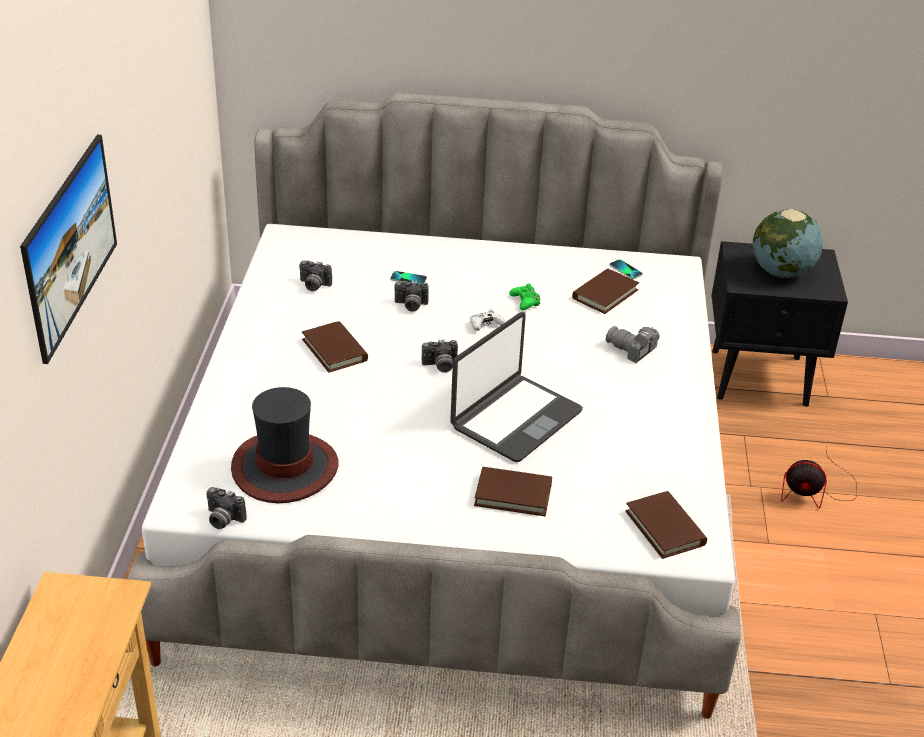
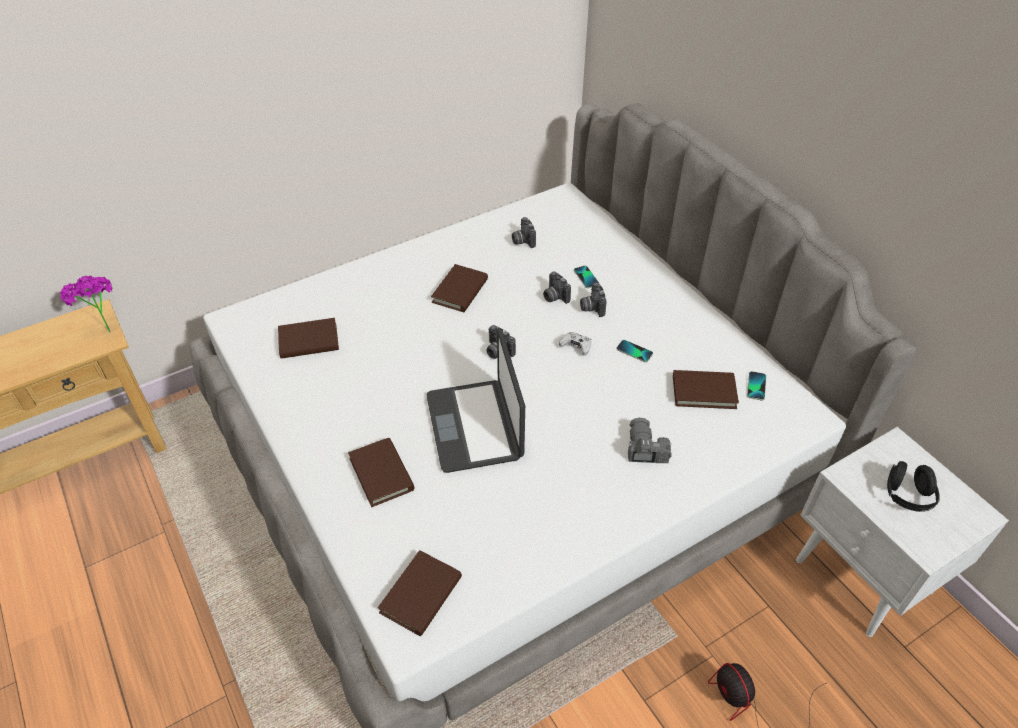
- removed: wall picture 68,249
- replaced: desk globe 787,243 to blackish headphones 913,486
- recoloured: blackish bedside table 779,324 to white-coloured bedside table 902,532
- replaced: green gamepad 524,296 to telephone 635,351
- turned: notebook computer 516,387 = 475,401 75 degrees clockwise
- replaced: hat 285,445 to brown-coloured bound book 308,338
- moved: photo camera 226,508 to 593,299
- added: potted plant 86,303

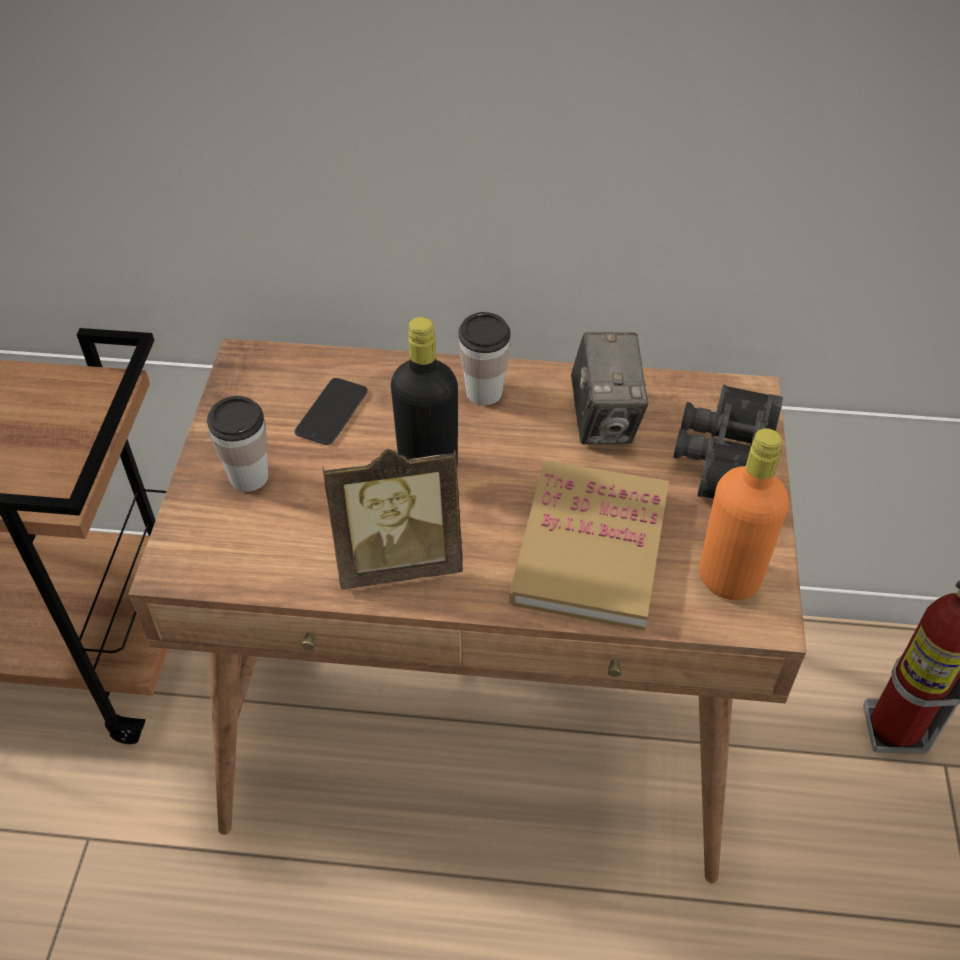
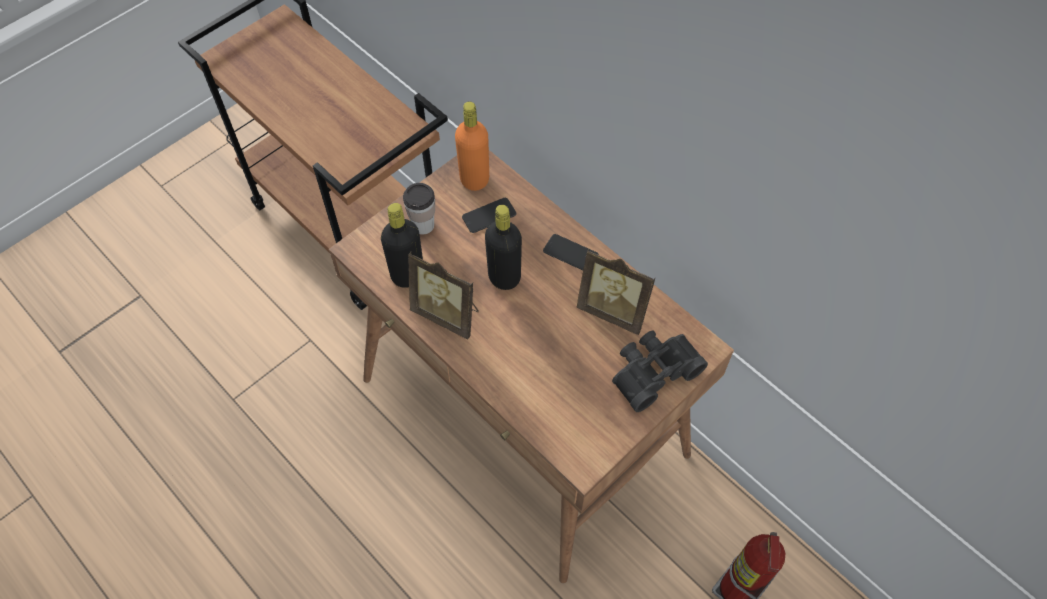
- replaced: small cup 484,358 to telephone 571,252
- replaced: photo camera 610,388 to photo frame 616,292
- moved: orange-coloured bottle 744,514 to 472,146
- removed: bound book 589,545
- added: blackish bottle 402,245

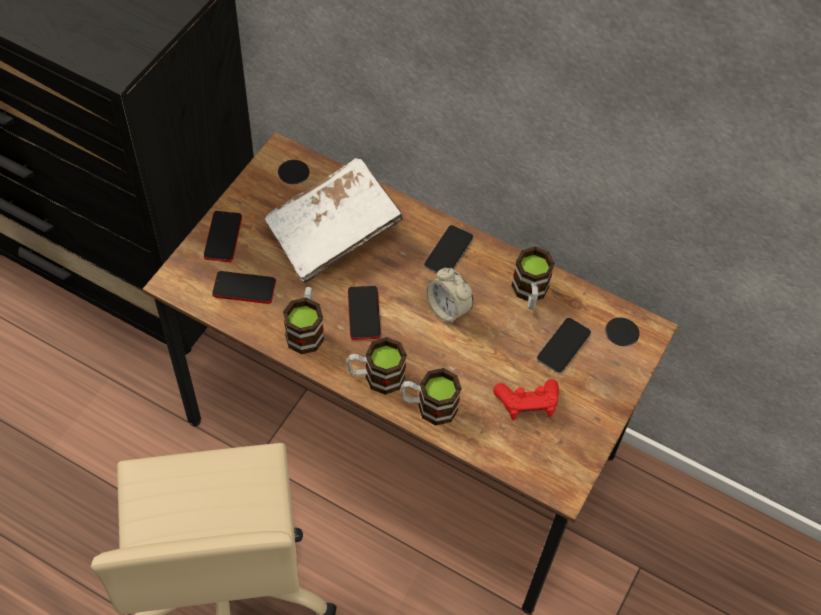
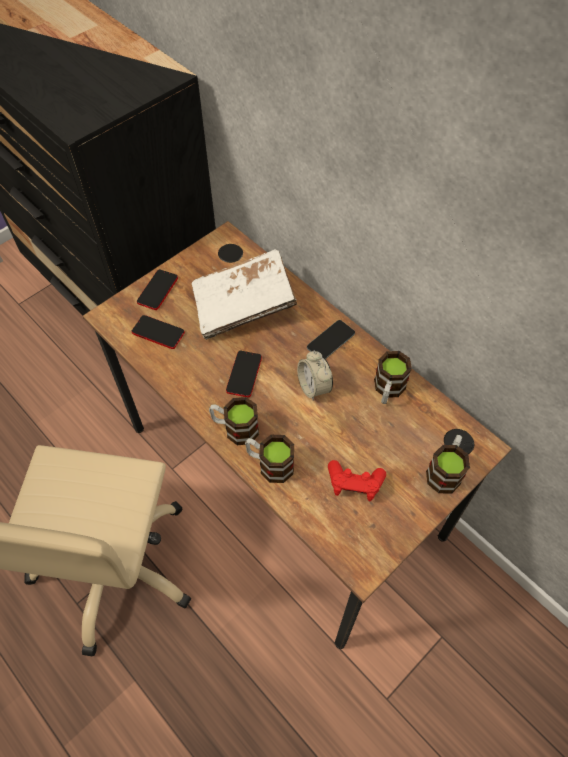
- moved: coffee mug 303,320 to 448,464
- removed: telephone 564,345

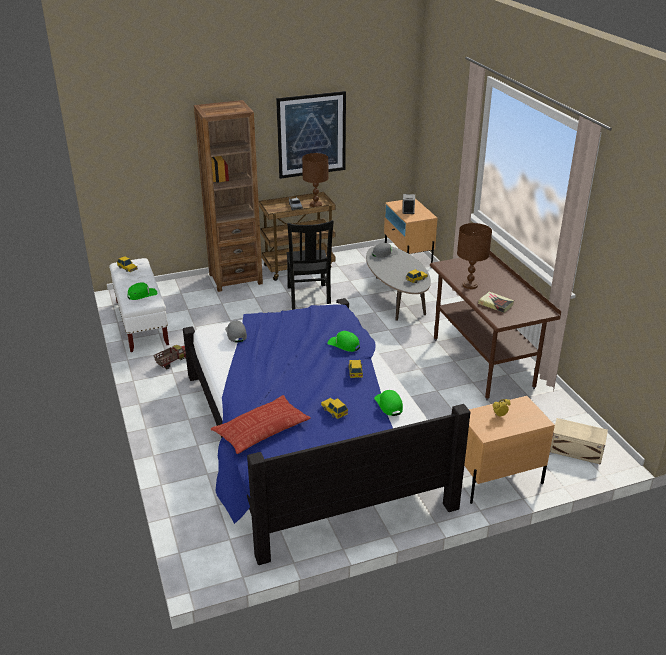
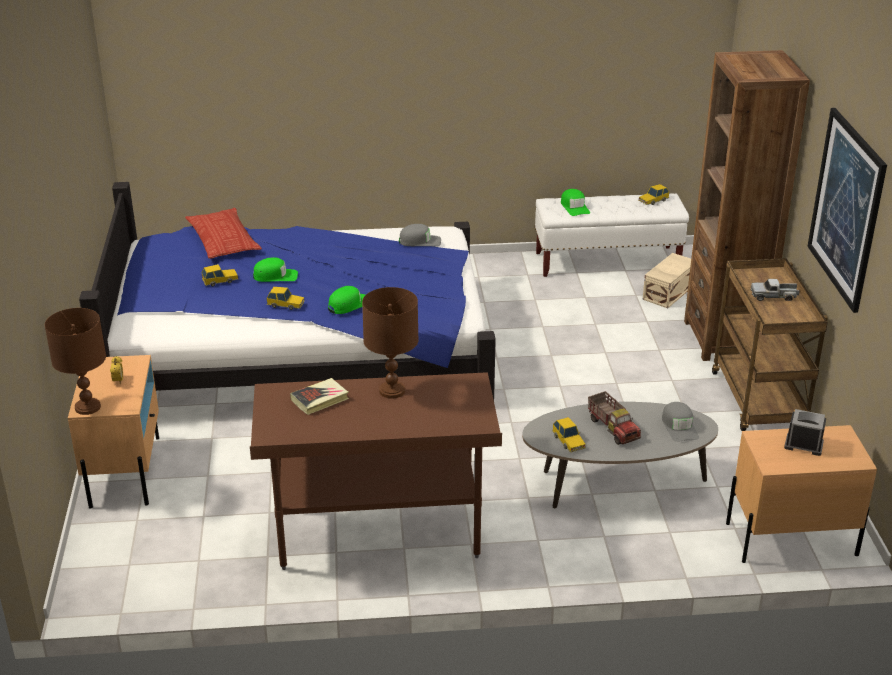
- moved: brown-coloured tabletop lamp 315,180 to 75,361
- removed: blackish upright chair 310,265
- moved: toy truck 169,357 to 614,418
- moved: green baseball cap 388,403 to 275,269
- moved: beige-coloured storage box 579,441 to 667,280

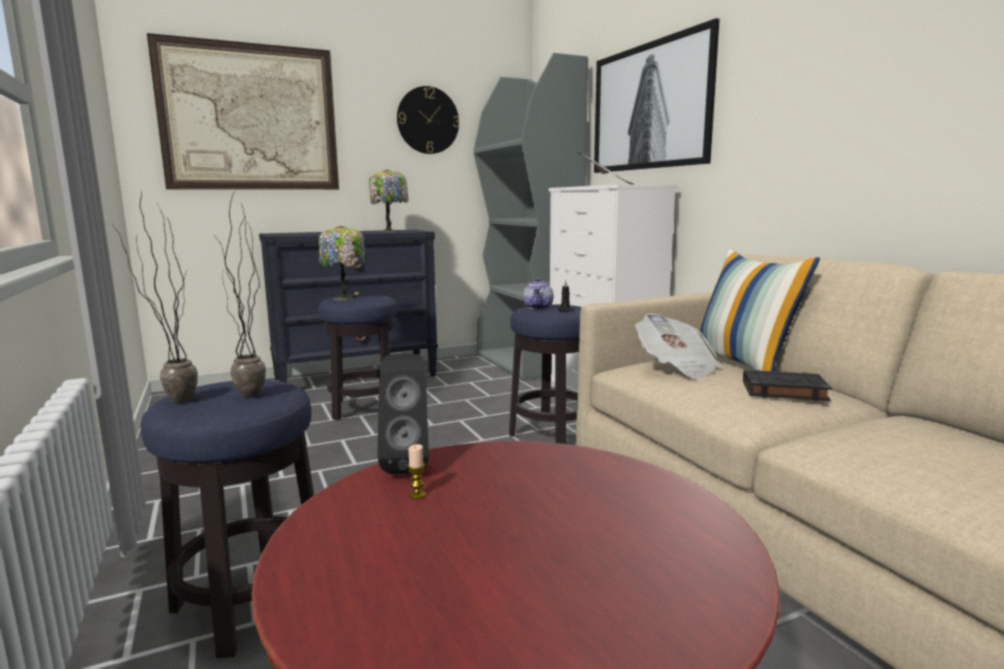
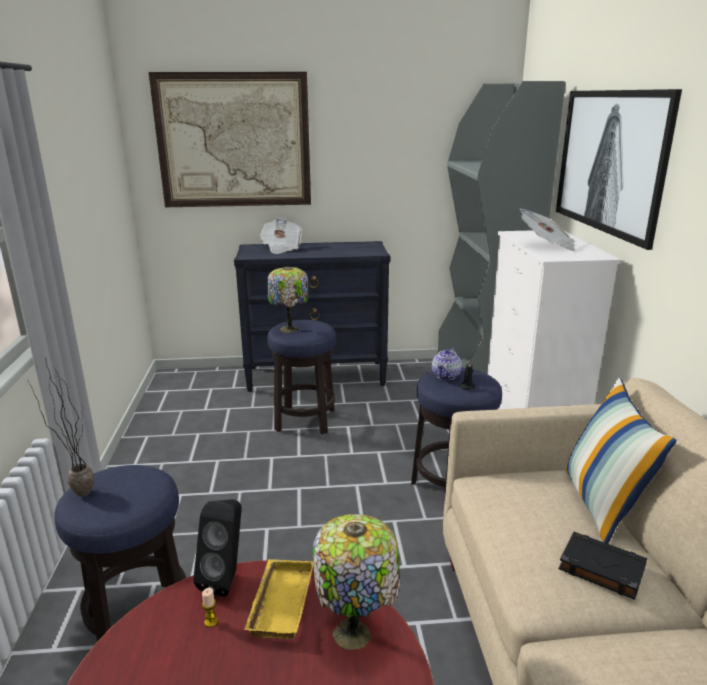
- removed: clock on the wall 428,120
- moved: tabletop lamp 389,201 to 356,582
- removed: potted plant 241,295
- moved: printed paper 678,346 to 280,236
- added: yellow carrying tray 278,599

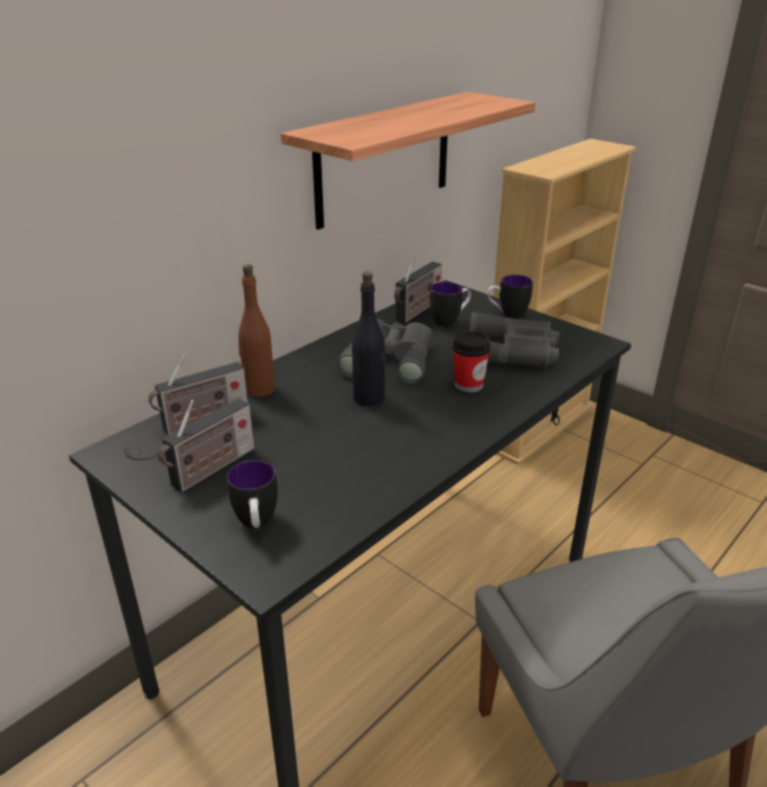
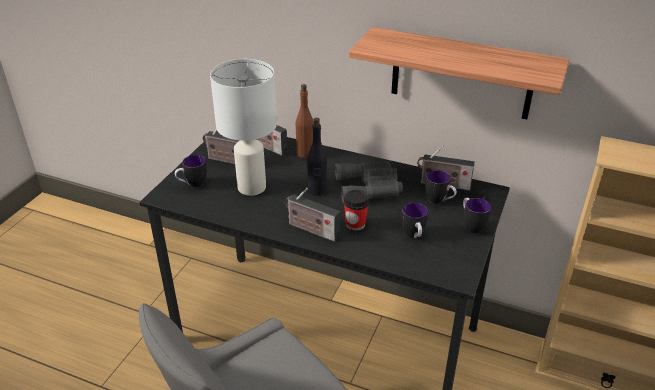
- replaced: gray binoculars 514,339 to coffee mug 414,221
- added: white-coloured tabletop lamp 243,127
- added: radio 312,215

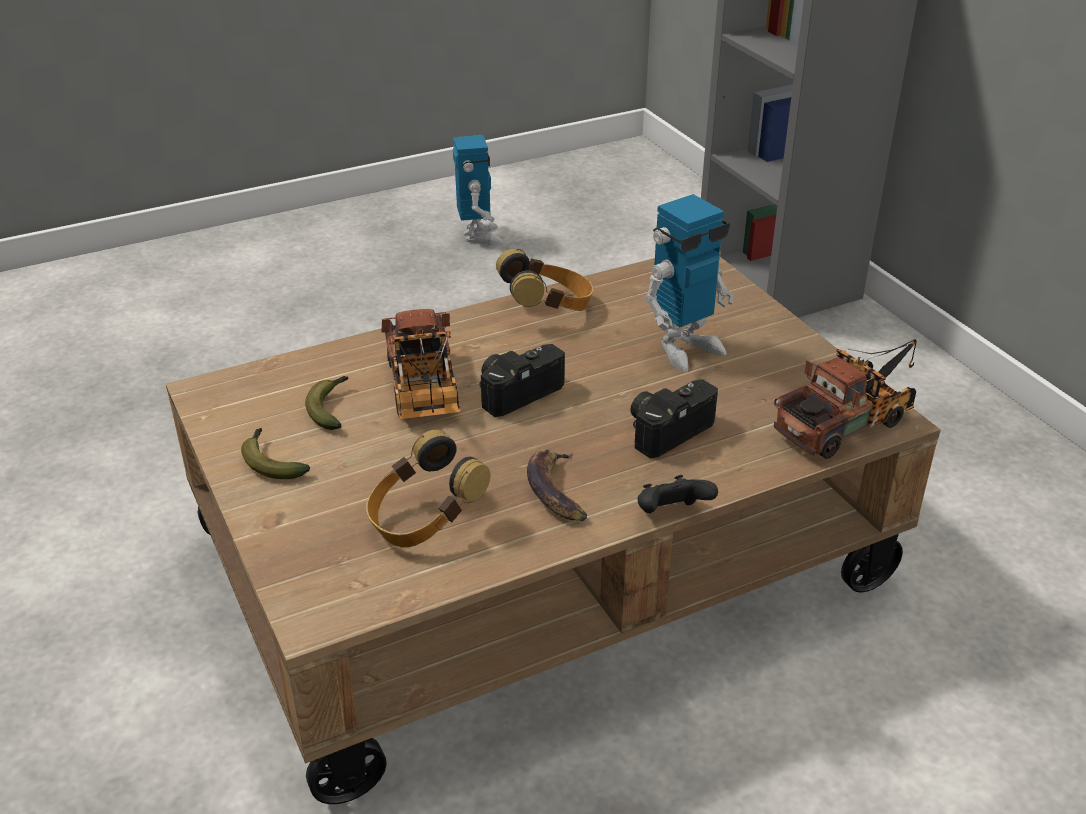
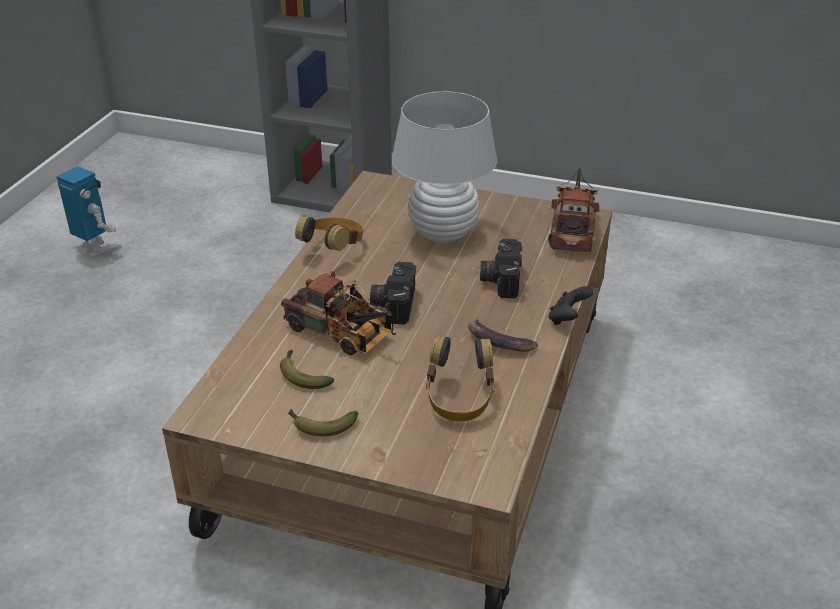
- replaced: robot figure 689,283 to white-coloured tabletop lamp 444,167

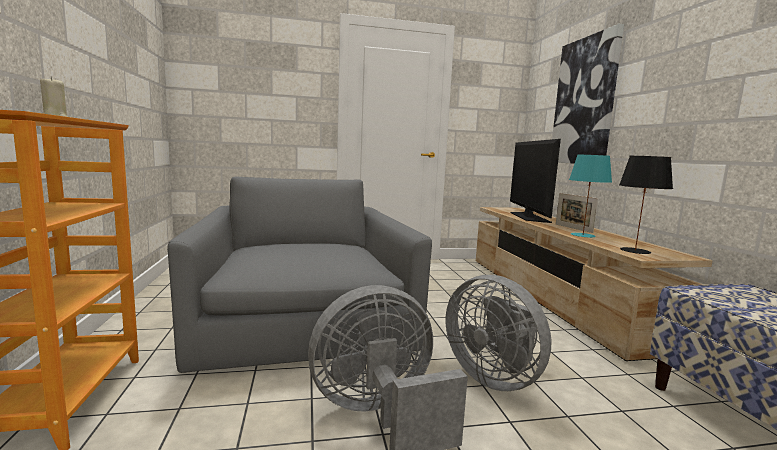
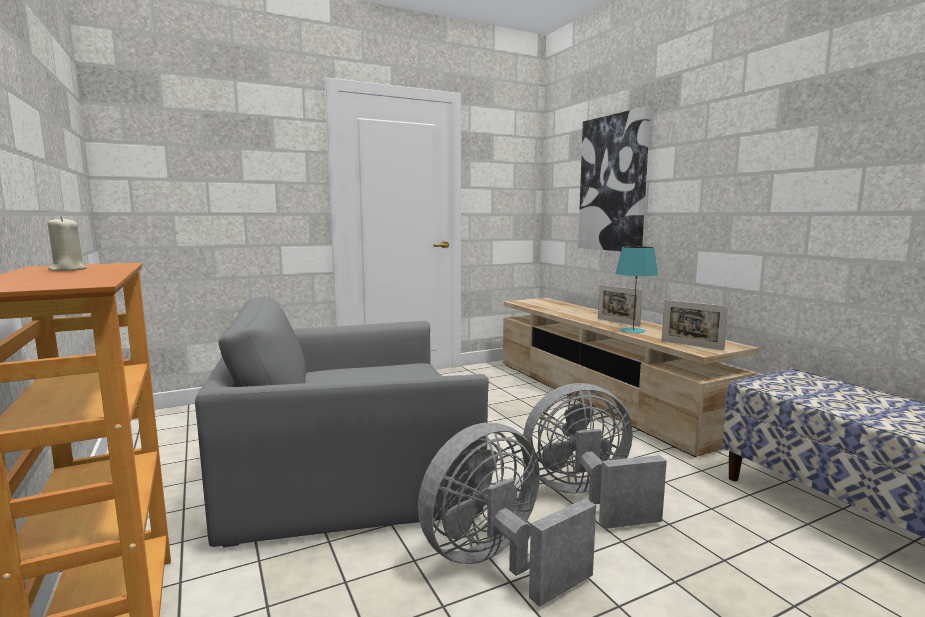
- removed: television 535,181
- replaced: blackish tabletop lamp 646,205 to photo frame 695,325
- turned: gray armchair 299,275 = 342,422 75 degrees counterclockwise
- turned: gray electric fan 499,333 = 595,456 135 degrees clockwise

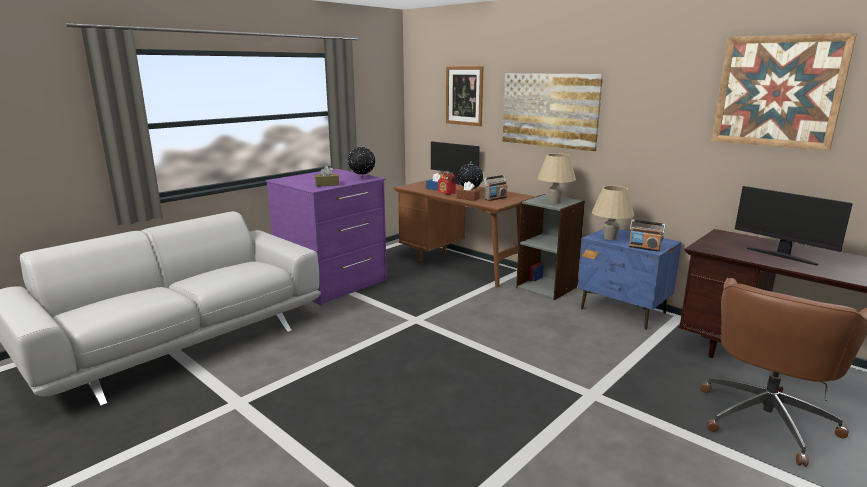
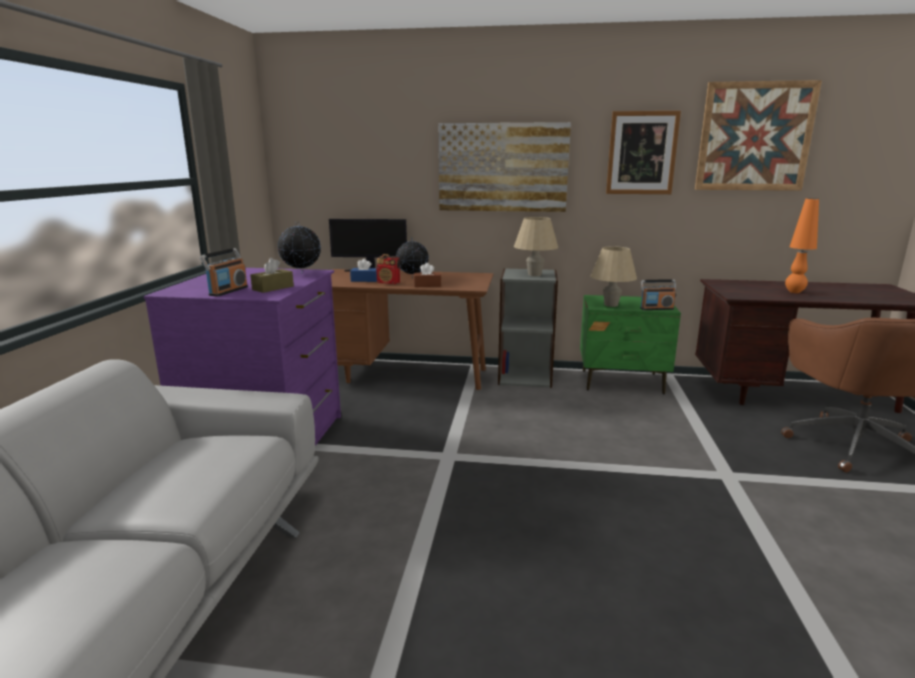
- moved: wall picture 464,96 to 643,152
- moved: radio 495,188 to 224,272
- replaced: computer screen 794,226 to orange-coloured tabletop lamp 802,245
- recoloured: blue bedside table 630,279 to green bedside table 630,344

